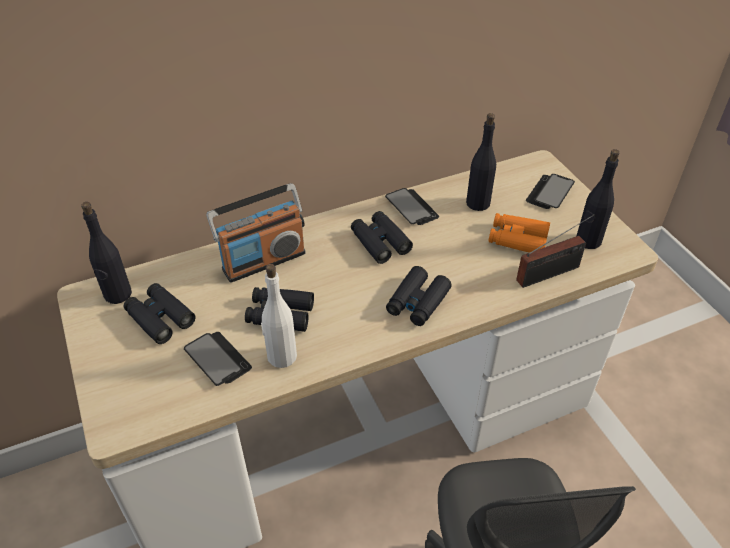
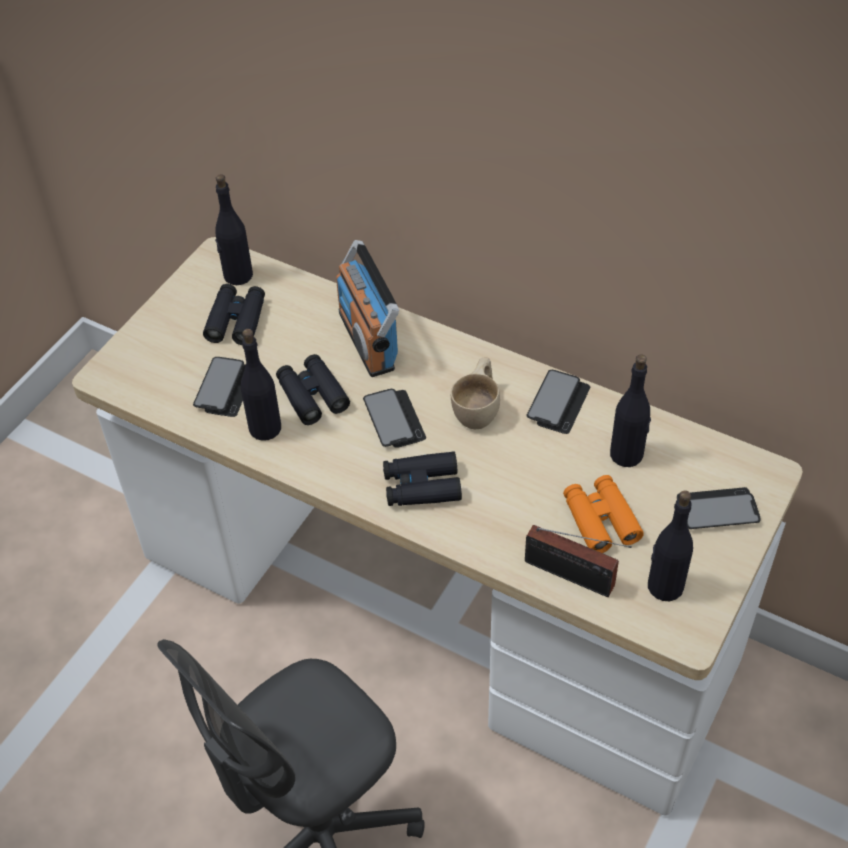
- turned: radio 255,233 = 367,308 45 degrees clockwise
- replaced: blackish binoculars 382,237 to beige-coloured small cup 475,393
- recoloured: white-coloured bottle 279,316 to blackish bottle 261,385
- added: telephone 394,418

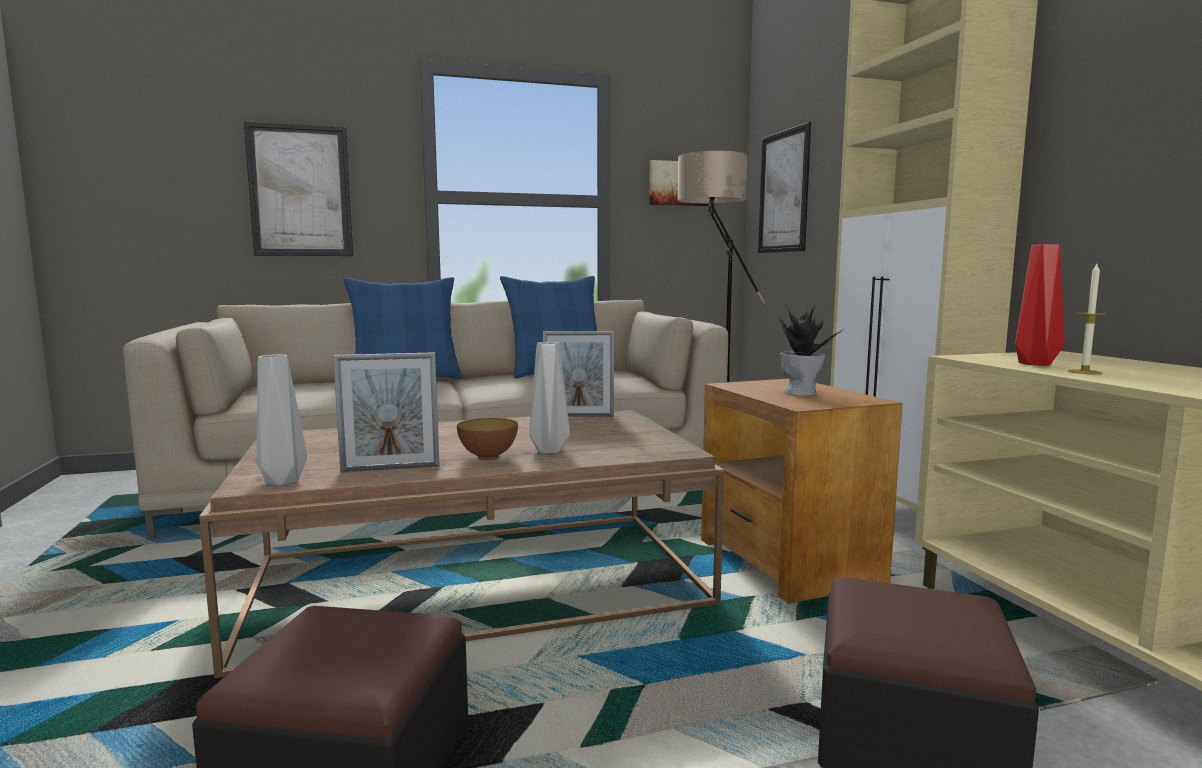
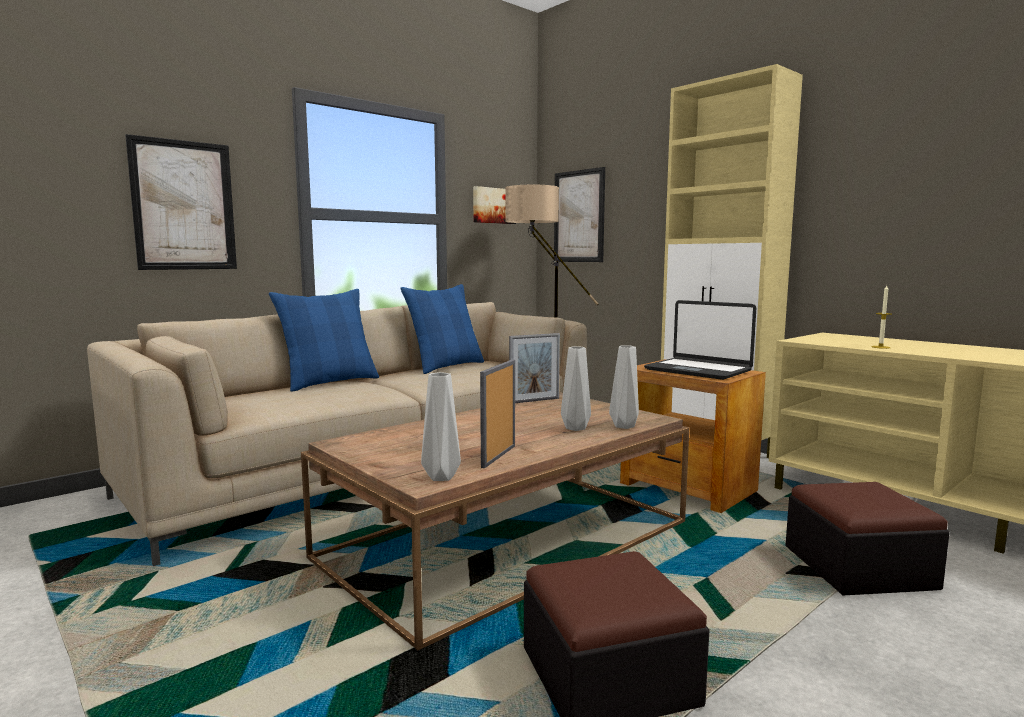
- removed: reddish decorative vase 1039,305
- replaced: potted plant 811,350 to notebook computer 700,340
- turned: photo frame 386,412 = 497,414 150 degrees clockwise
- removed: deep dish 487,439
- added: gray decorative vase 624,387

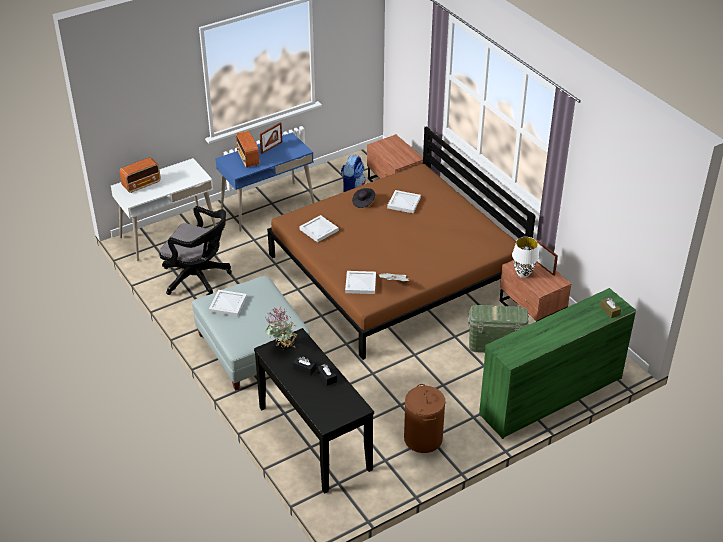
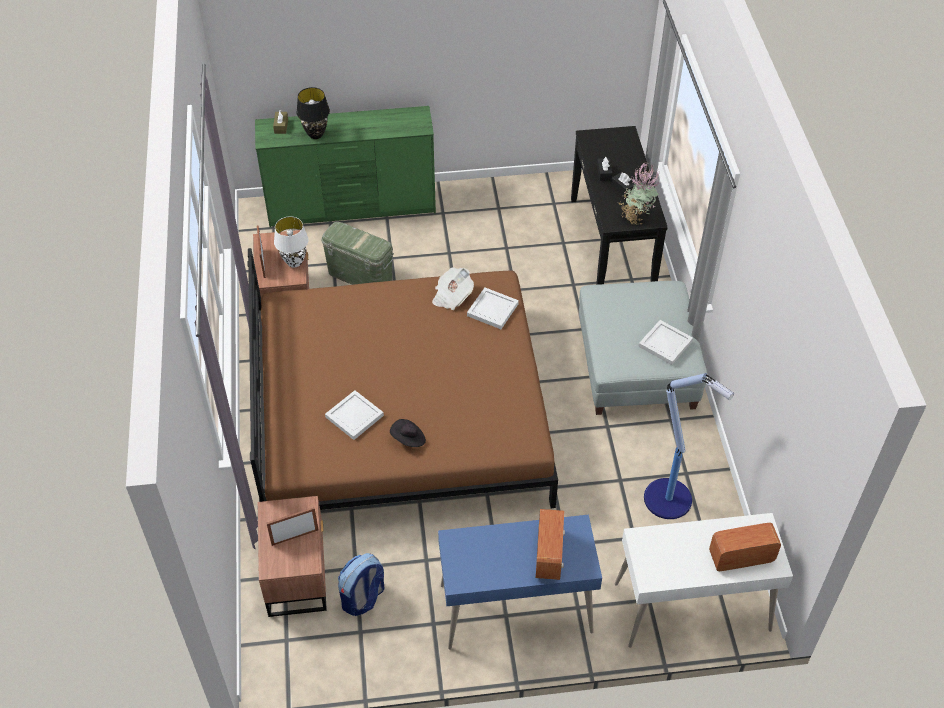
- moved: photo frame 271,138 to 292,526
- replaced: blackish office chair 195,250 to standing lamp 689,446
- removed: white-coloured carrying tray 319,228
- removed: brown-coloured washing basket 425,418
- added: blackish tabletop lamp 313,113

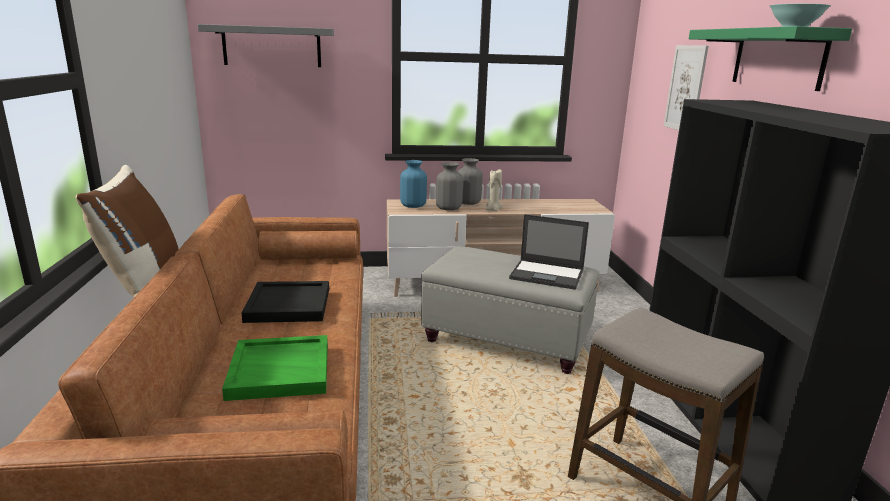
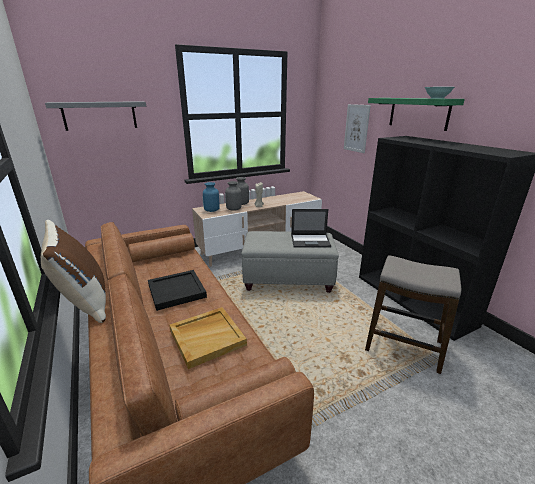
- recoloured: green carrying tray 275,368 to beige-coloured carrying tray 208,338

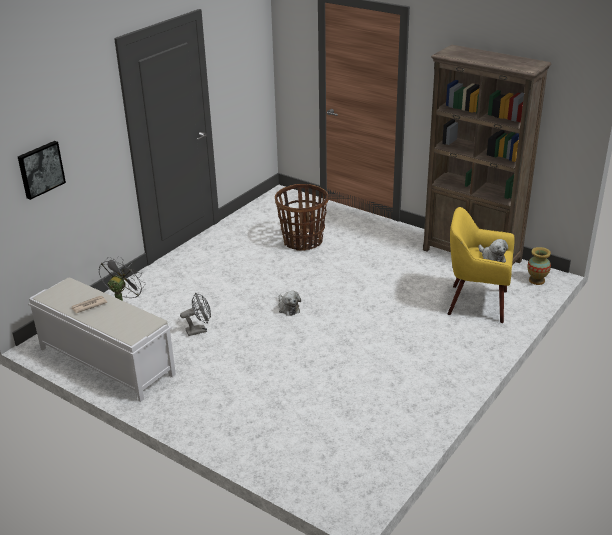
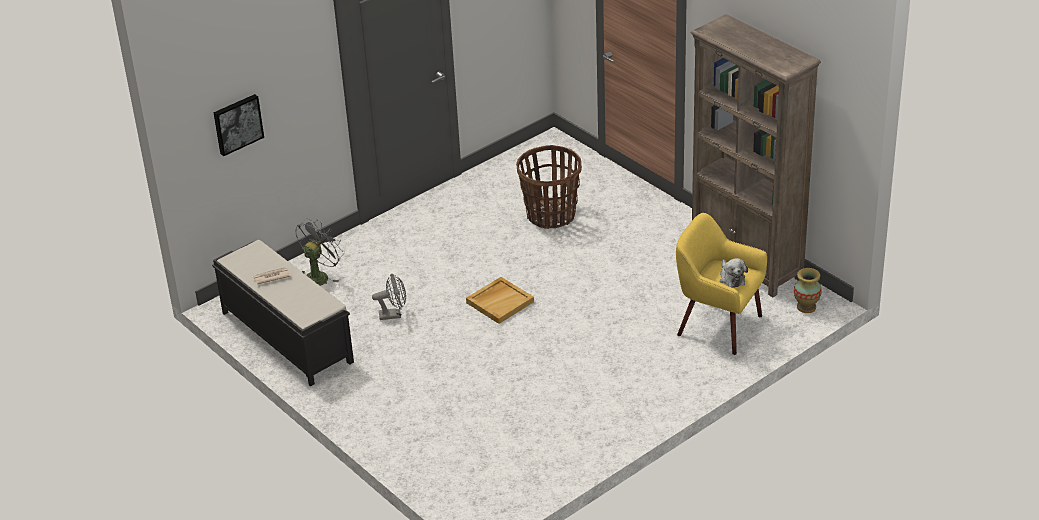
- recoloured: white-coloured bench 102,339 to blackish bench 283,313
- replaced: plush toy 289,303 to beige-coloured carrying tray 500,300

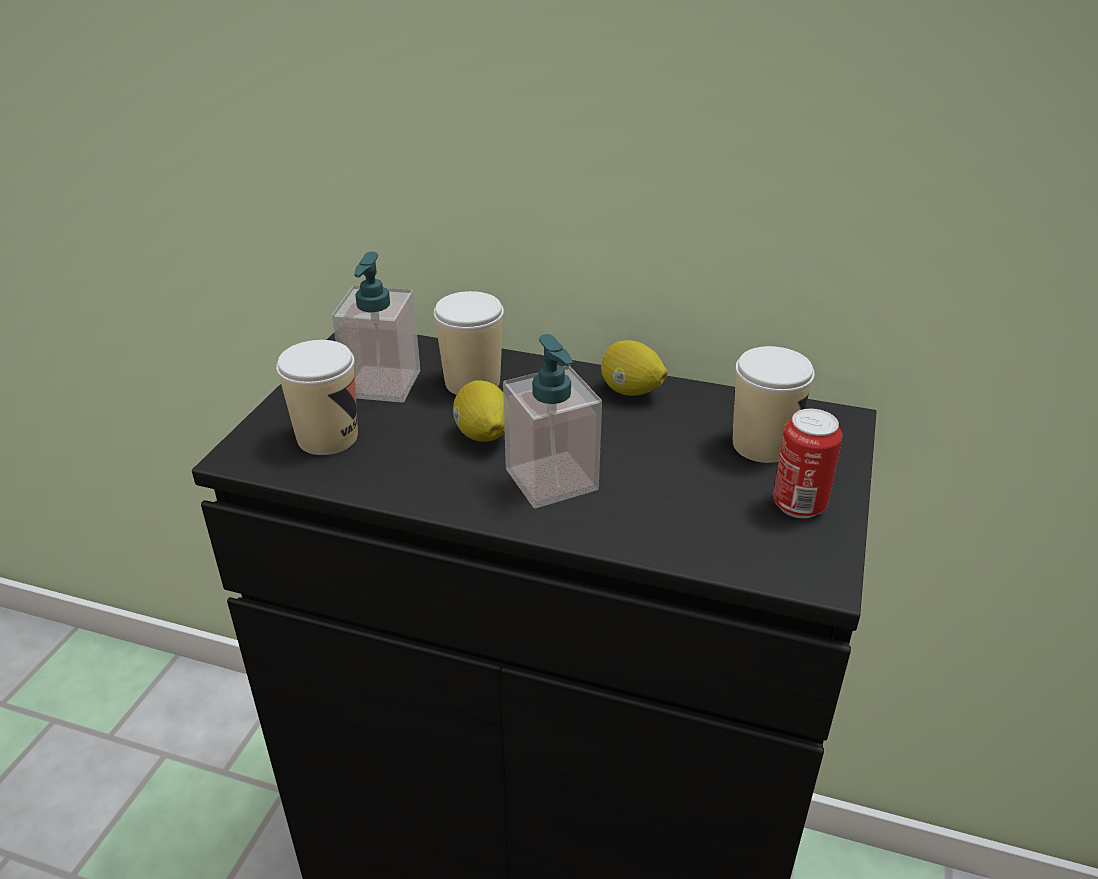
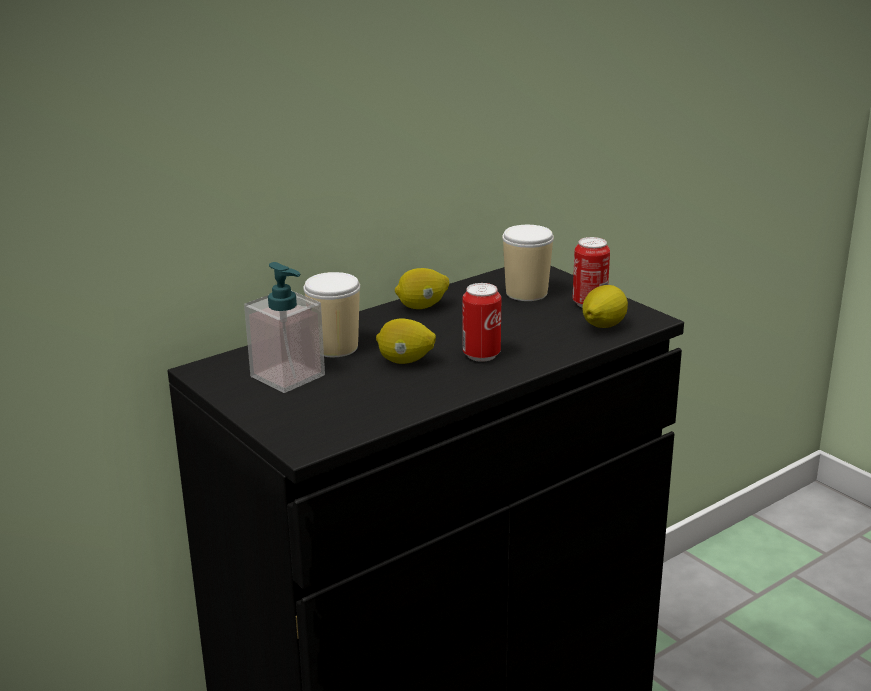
- replaced: soap dispenser 552,421 to metal can 482,322
- removed: small cup 317,397
- added: whole lemon 605,306

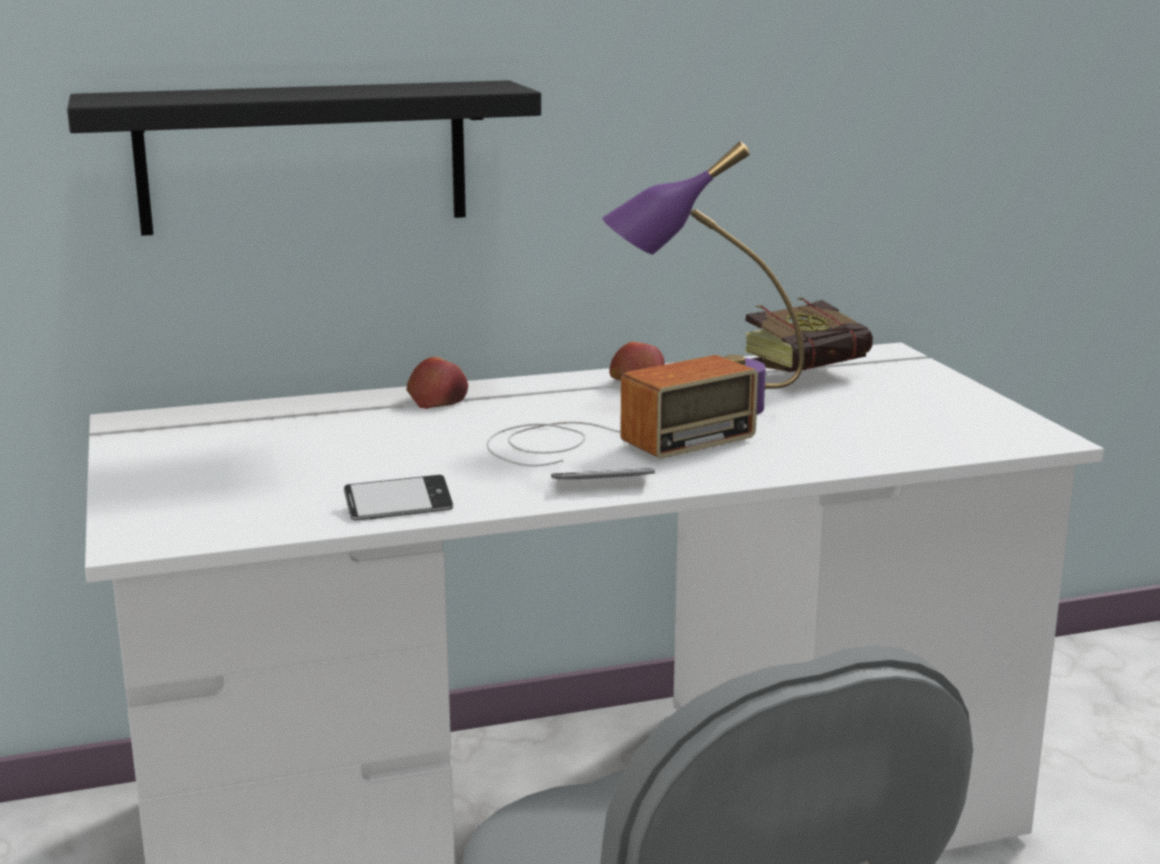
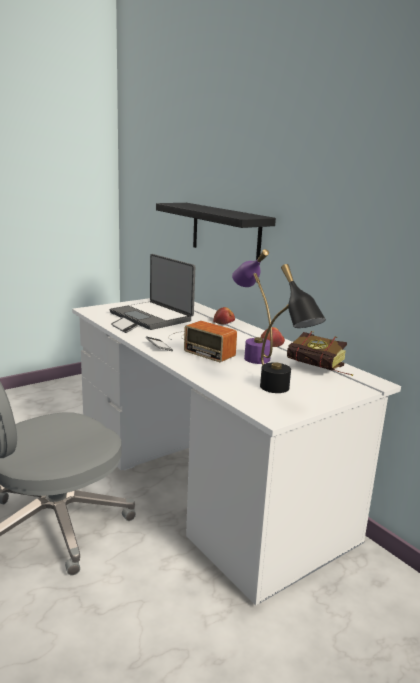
- added: notebook computer 152,292
- added: blackish tabletop lamp 293,328

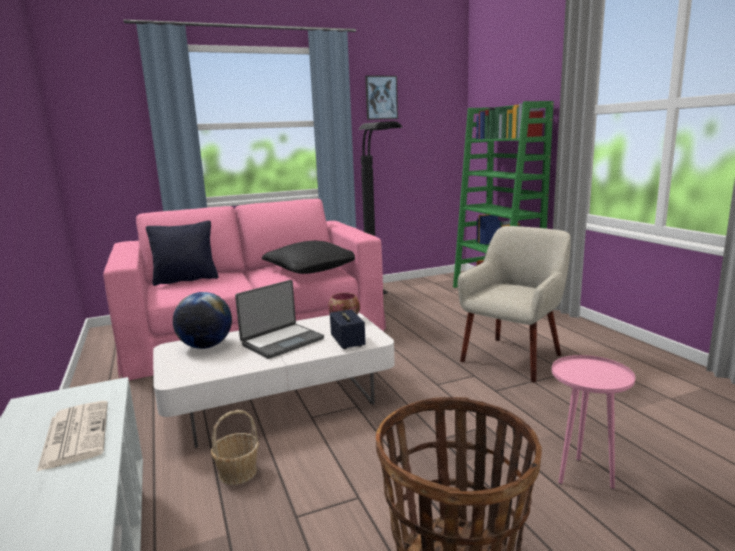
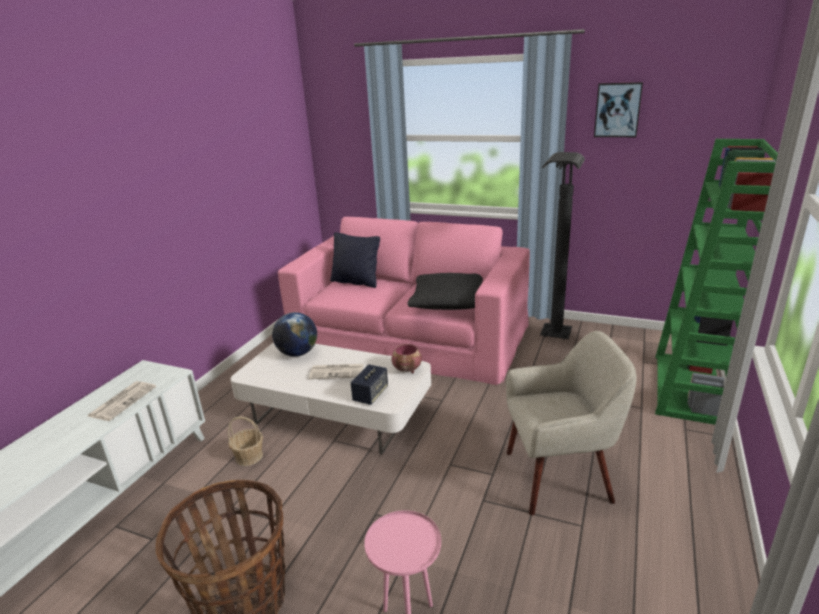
- replaced: notebook computer 279,319 to printed paper 336,371

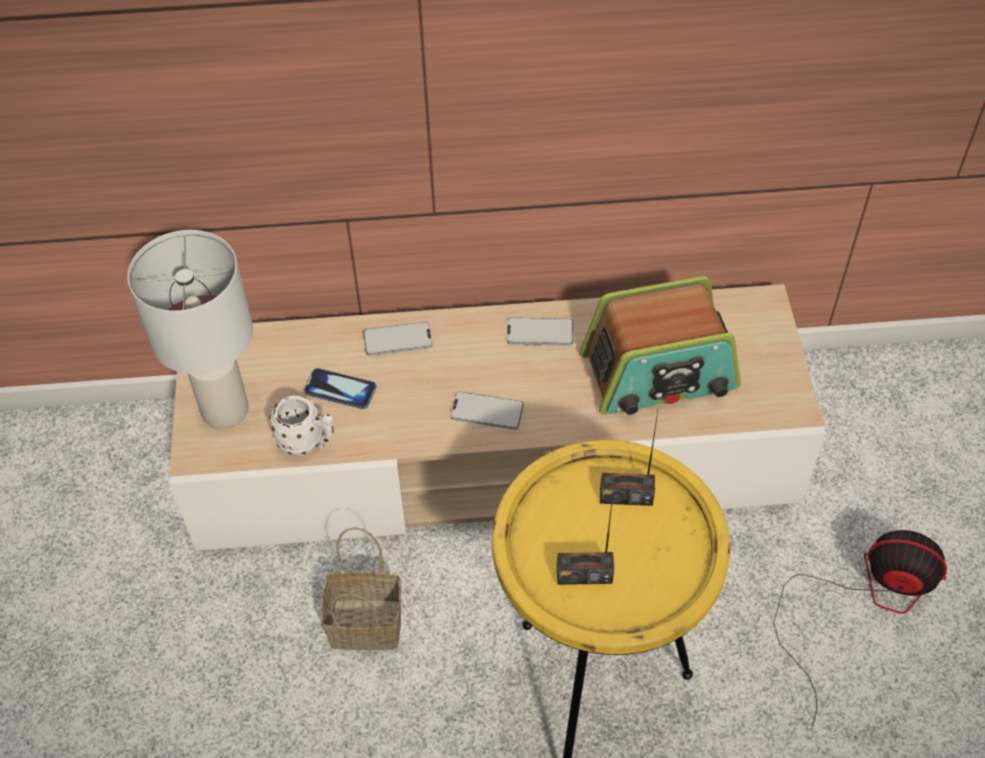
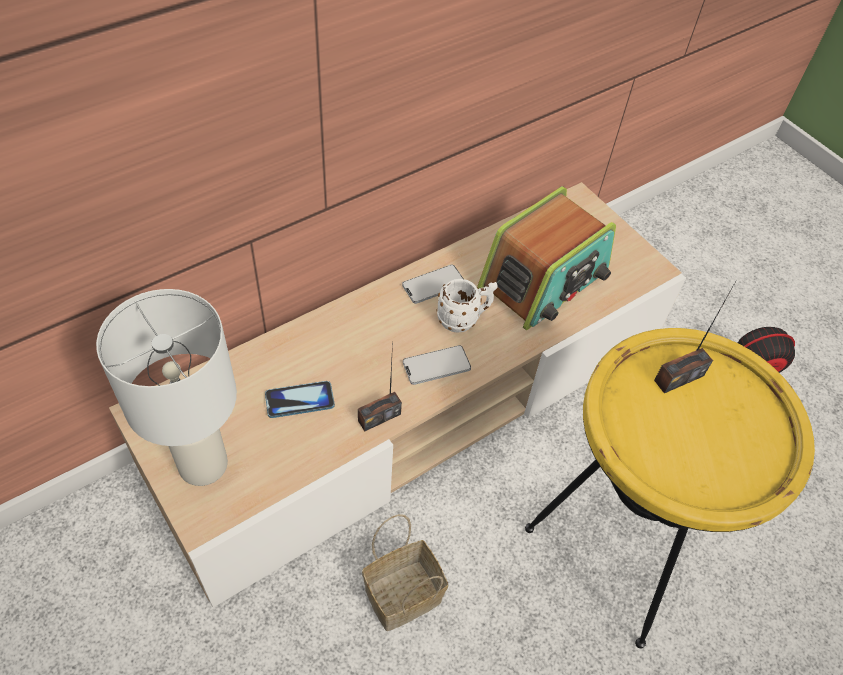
- removed: telephone 397,338
- moved: white-coloured coffee mug 301,425 to 467,306
- moved: radio 585,537 to 380,386

